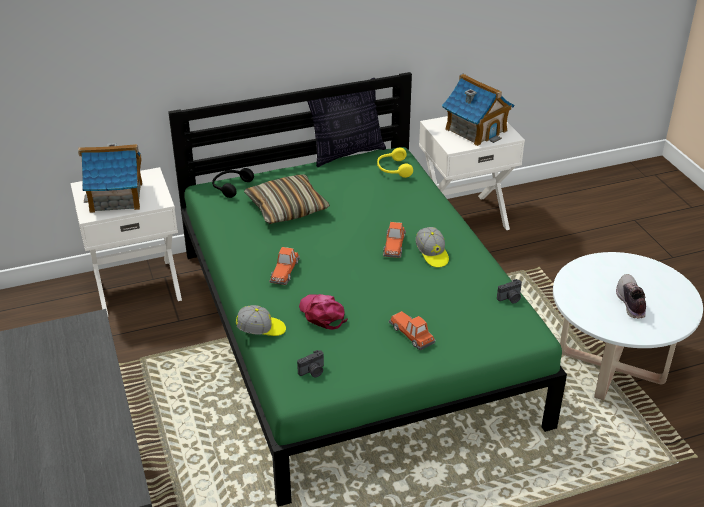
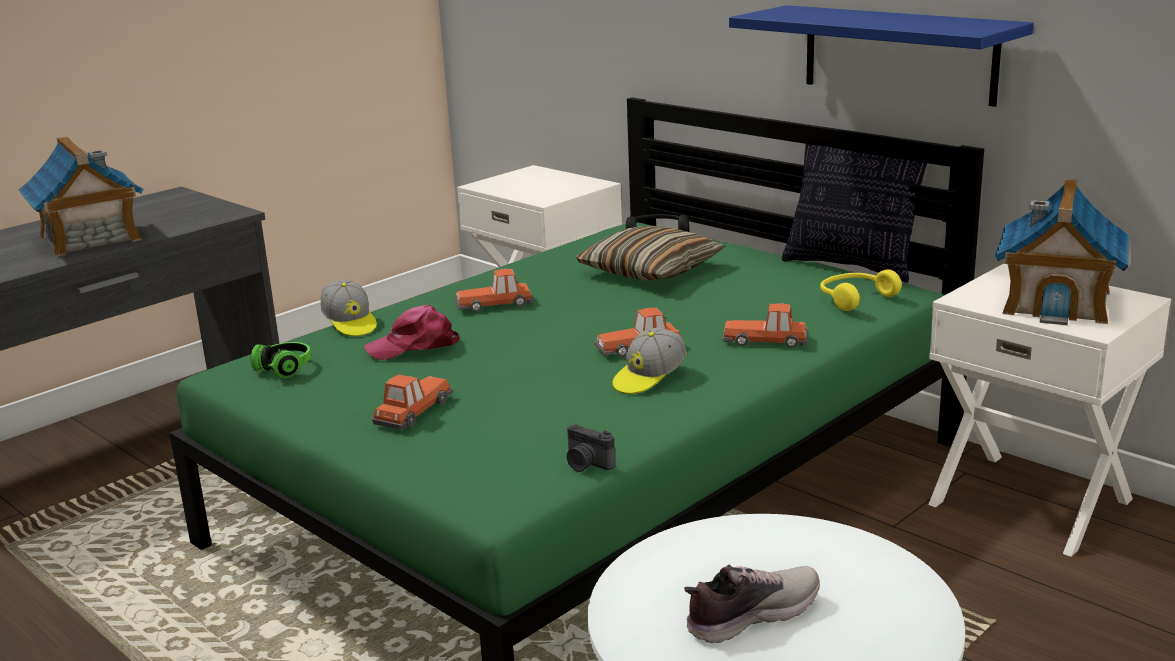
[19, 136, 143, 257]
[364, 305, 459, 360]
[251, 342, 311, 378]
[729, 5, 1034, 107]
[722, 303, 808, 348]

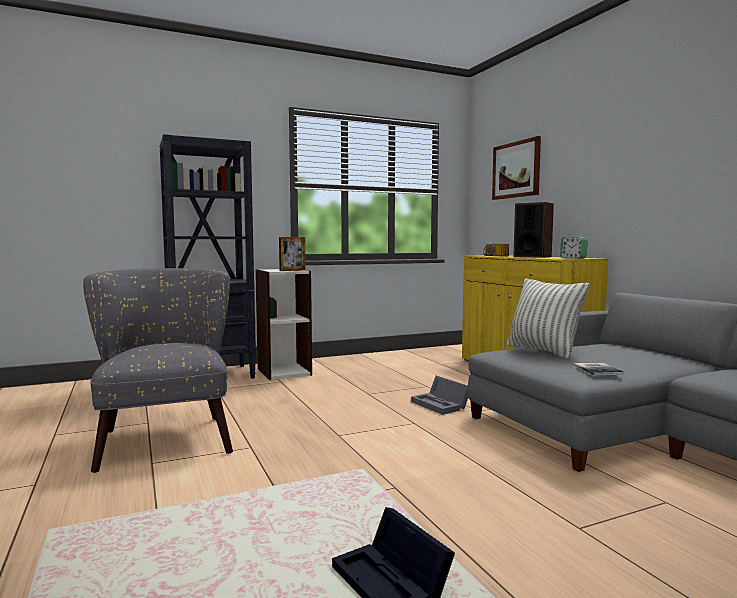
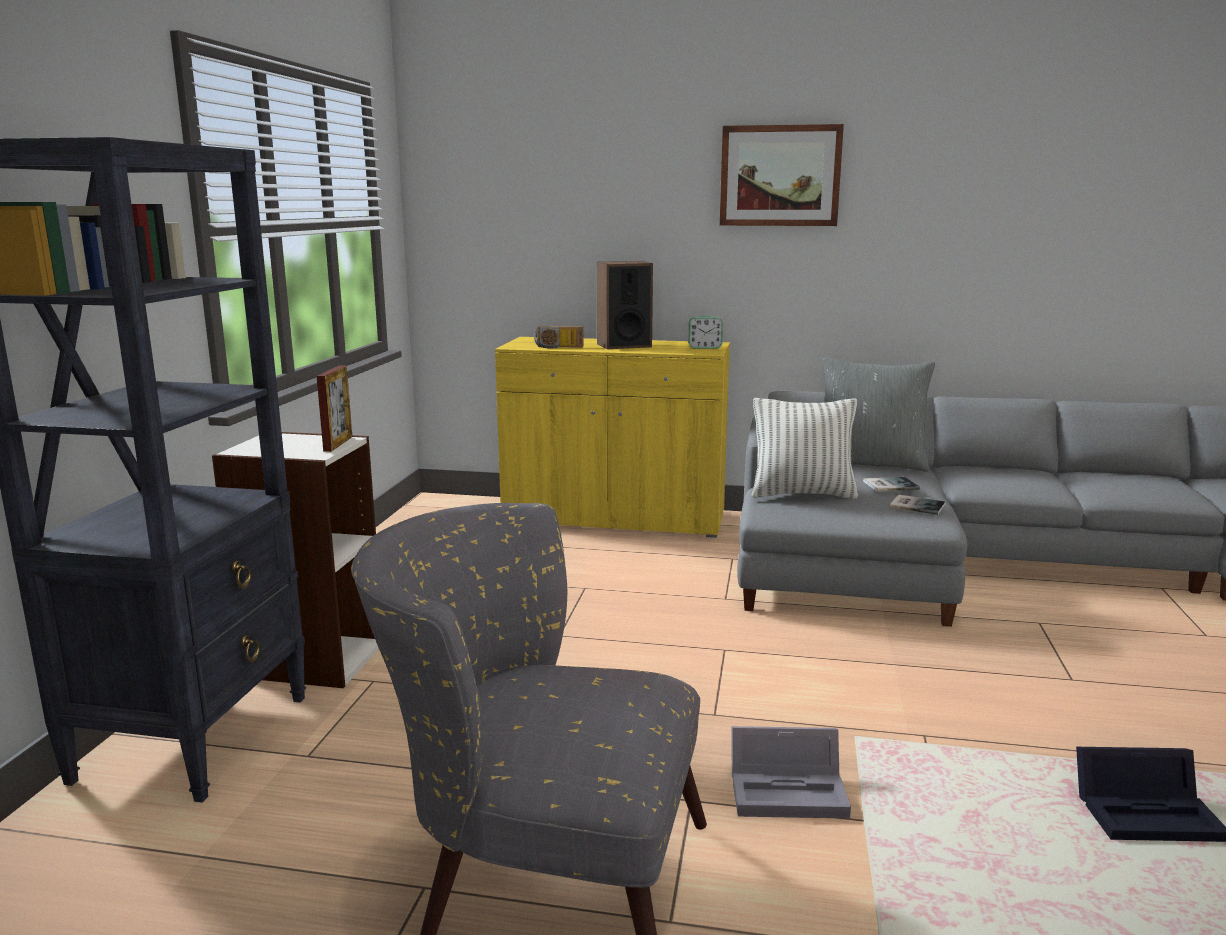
[720, 124, 844, 226]
[731, 726, 851, 819]
[823, 357, 935, 472]
[863, 477, 920, 492]

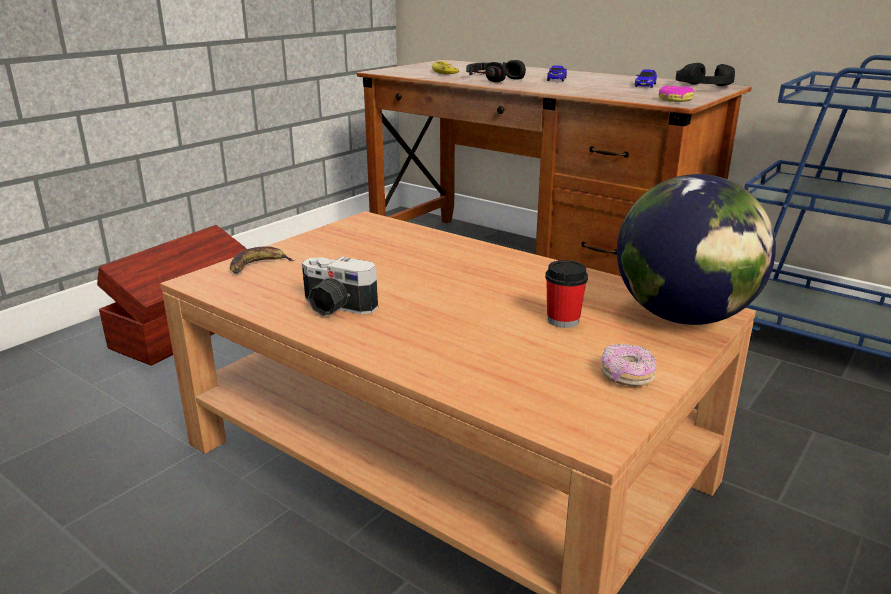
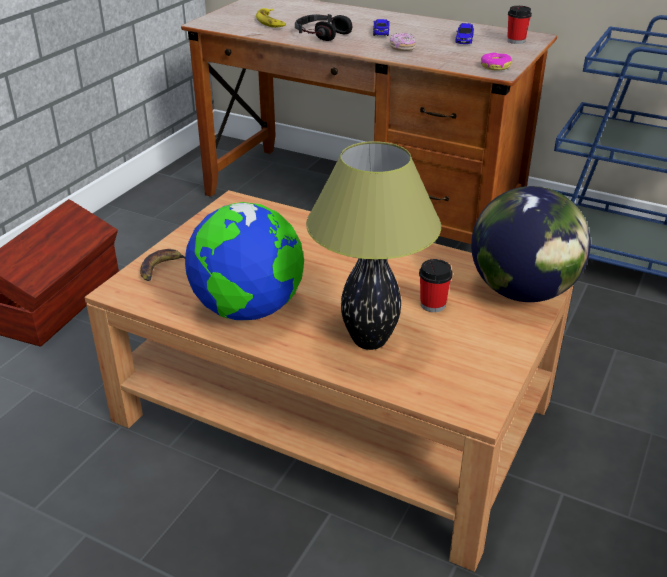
[507, 6, 532, 44]
[185, 202, 304, 320]
[390, 33, 416, 51]
[306, 141, 441, 350]

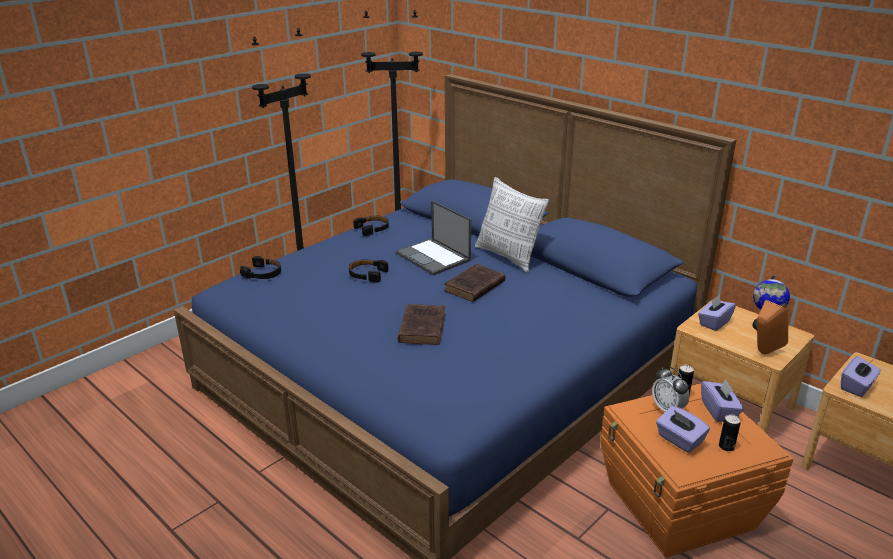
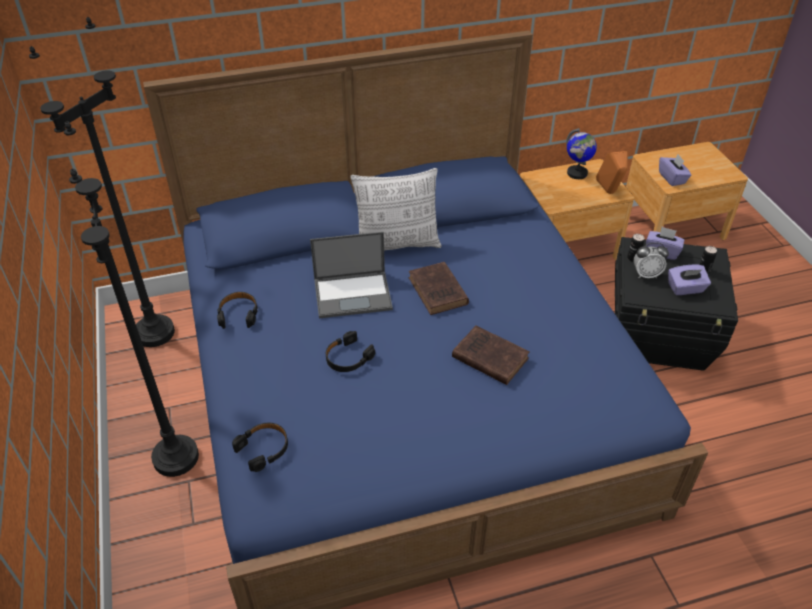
[698, 295, 736, 331] (first image)
[615, 237, 738, 371]

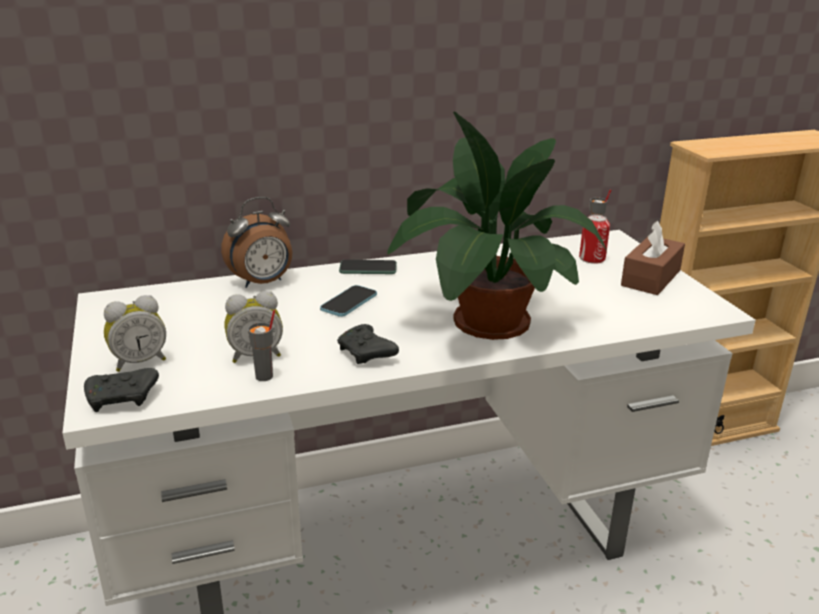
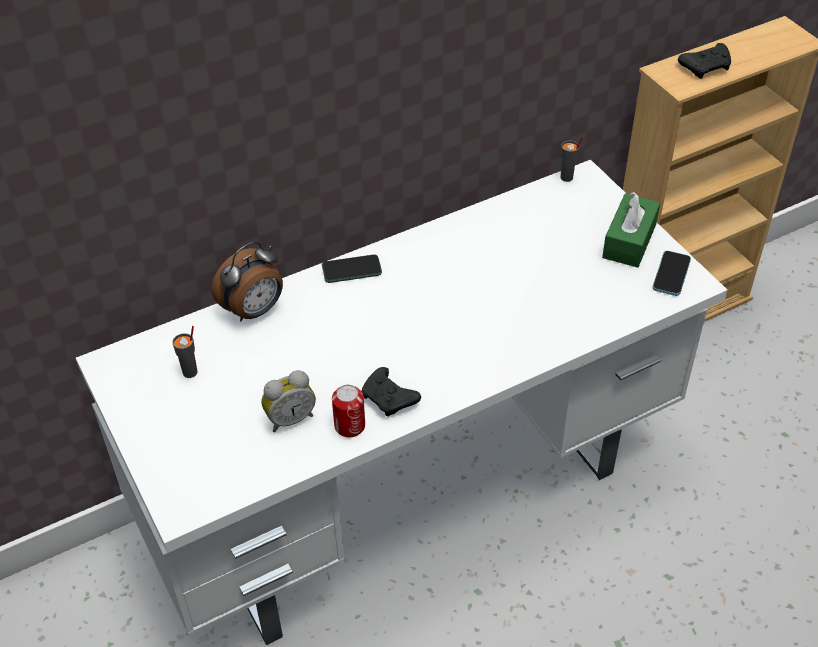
[387, 112, 607, 340] (first image)
[332, 385, 365, 437]
[602, 192, 660, 268]
[652, 251, 691, 296]
[104, 295, 166, 372] (first image)
[172, 326, 197, 378]
[678, 43, 731, 79]

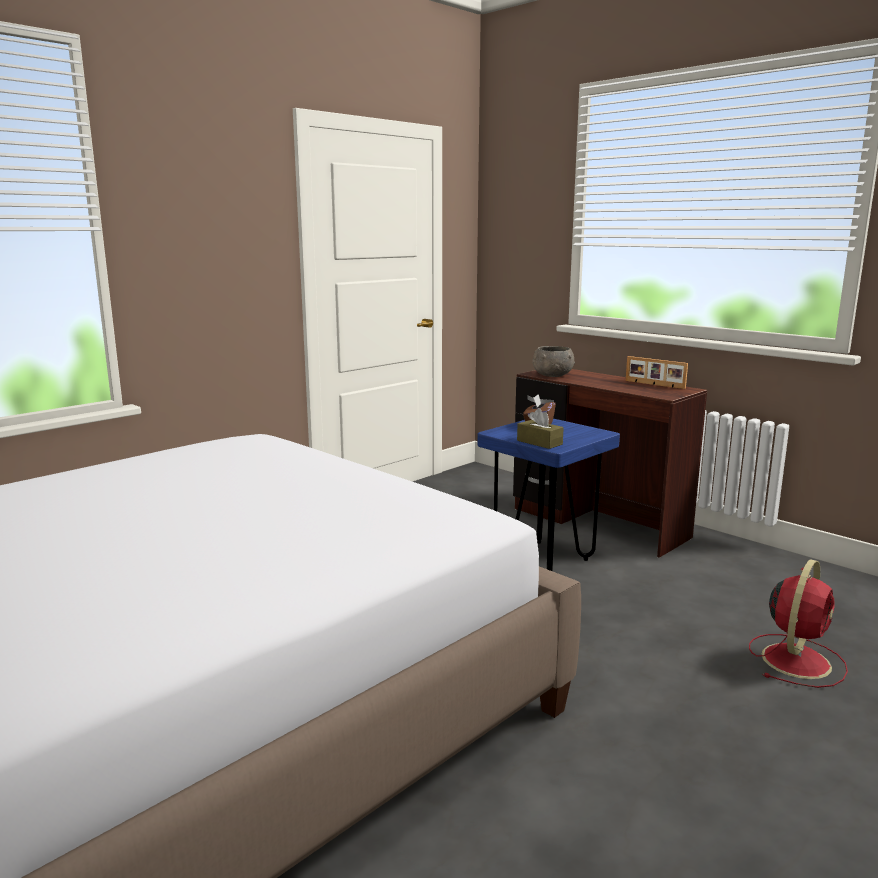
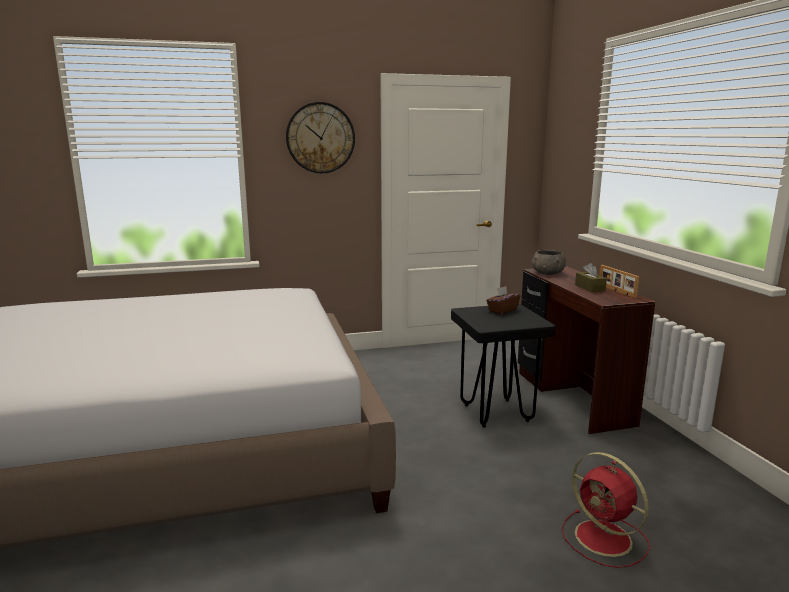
[575, 263, 607, 292]
[451, 304, 555, 428]
[561, 452, 650, 568]
[286, 102, 355, 173]

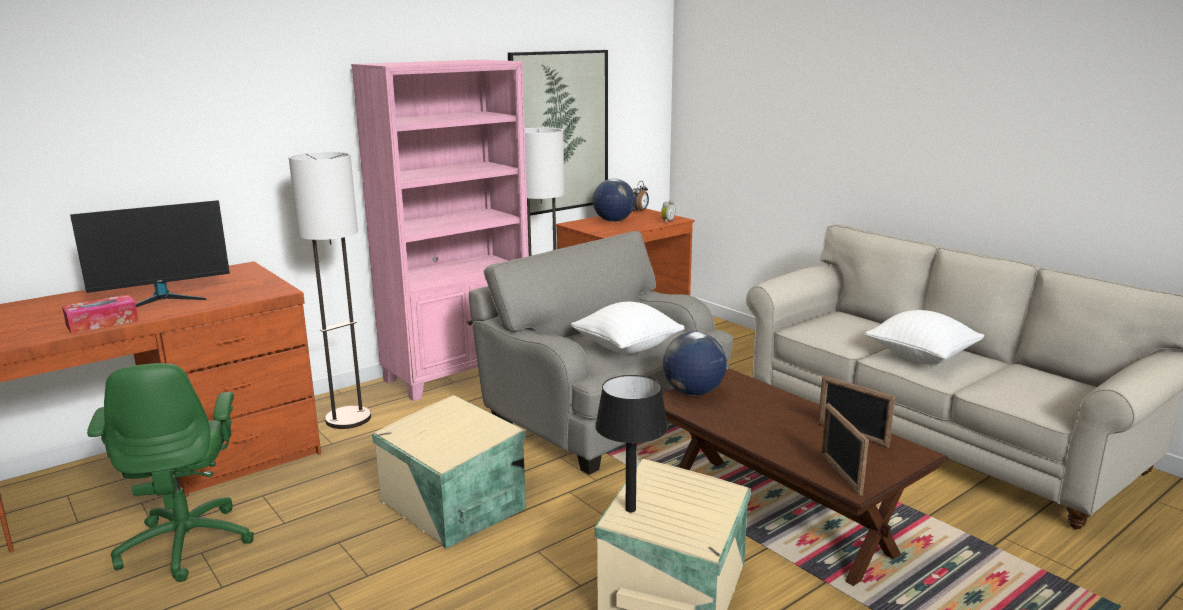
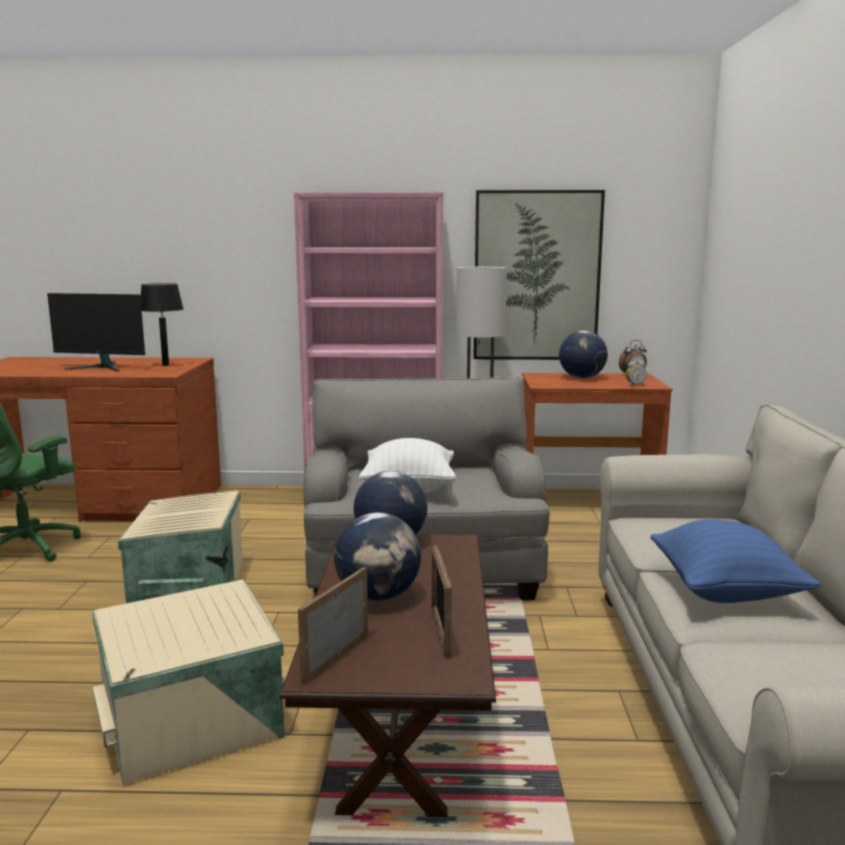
[289, 151, 371, 429] (first image)
[62, 294, 139, 334] (first image)
[650, 519, 821, 603]
[140, 283, 184, 366]
[334, 512, 421, 601]

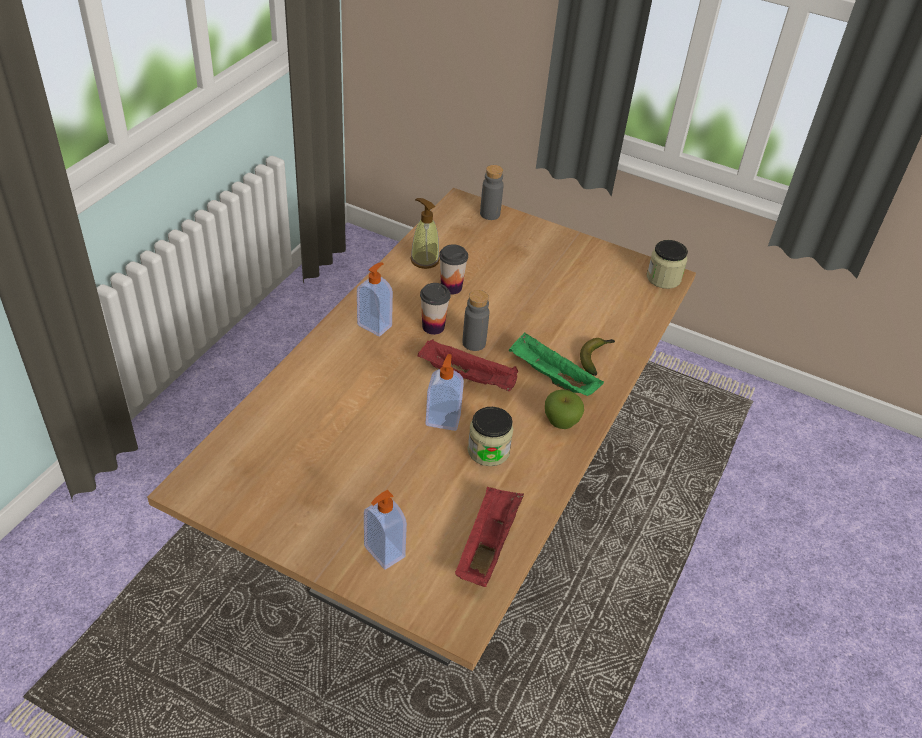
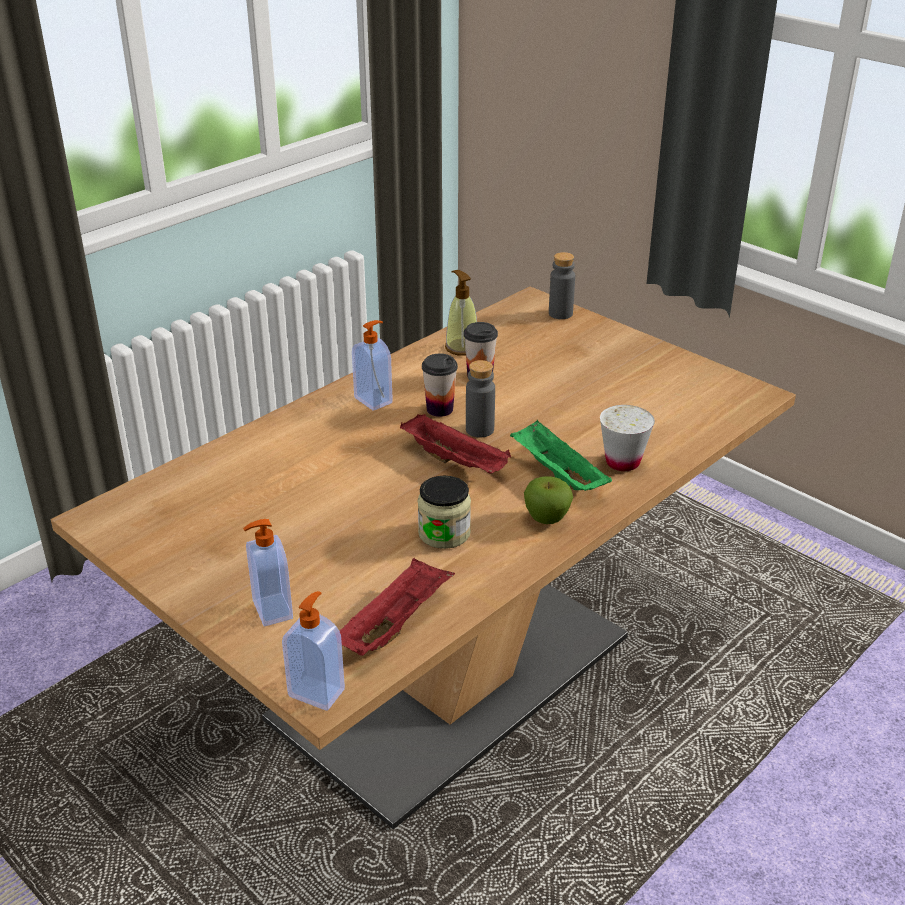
[647, 240, 688, 289] (first image)
[600, 405, 655, 471]
[282, 591, 345, 710]

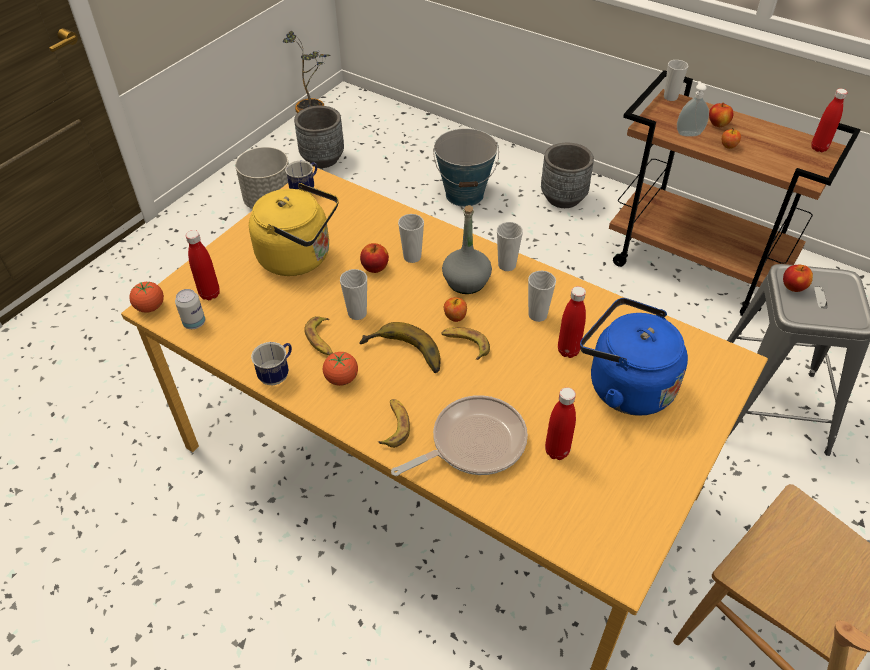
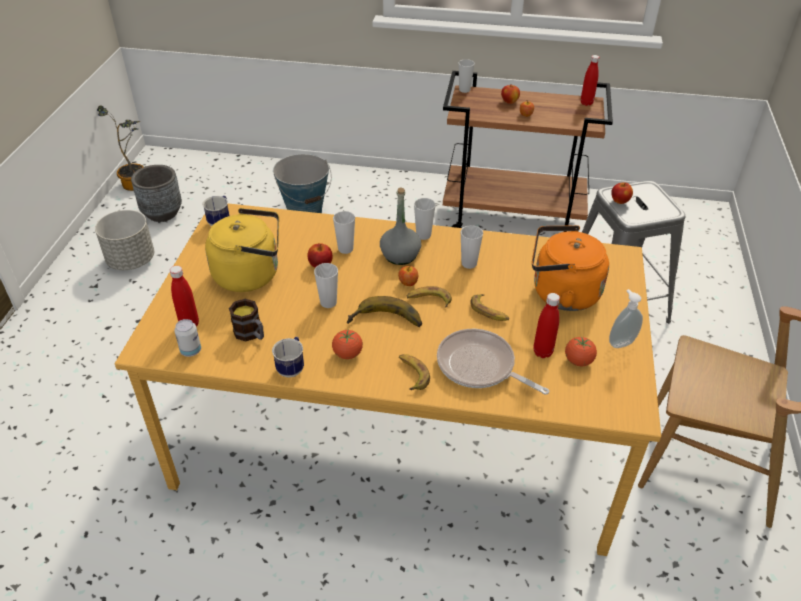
[609, 289, 643, 348]
[541, 143, 594, 208] (first image)
[565, 337, 597, 366]
[558, 286, 586, 358] (first image)
[532, 225, 609, 311]
[470, 294, 509, 321]
[437, 329, 549, 395]
[229, 299, 264, 341]

